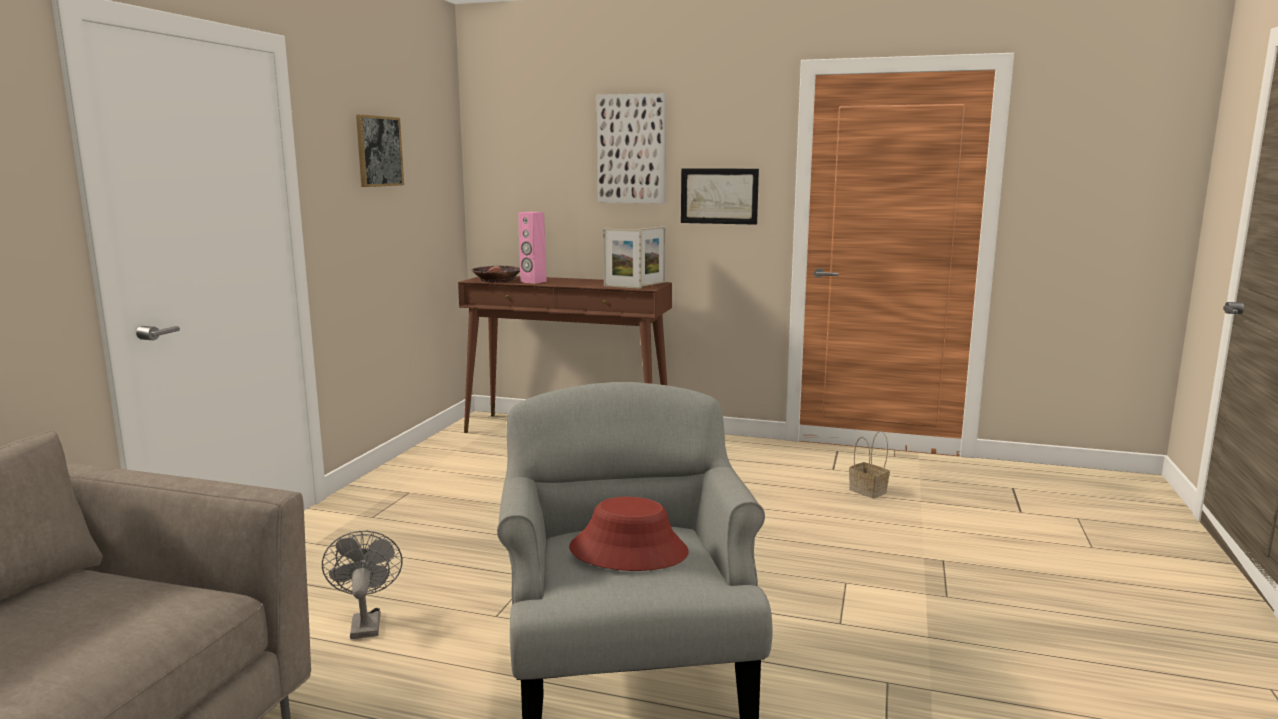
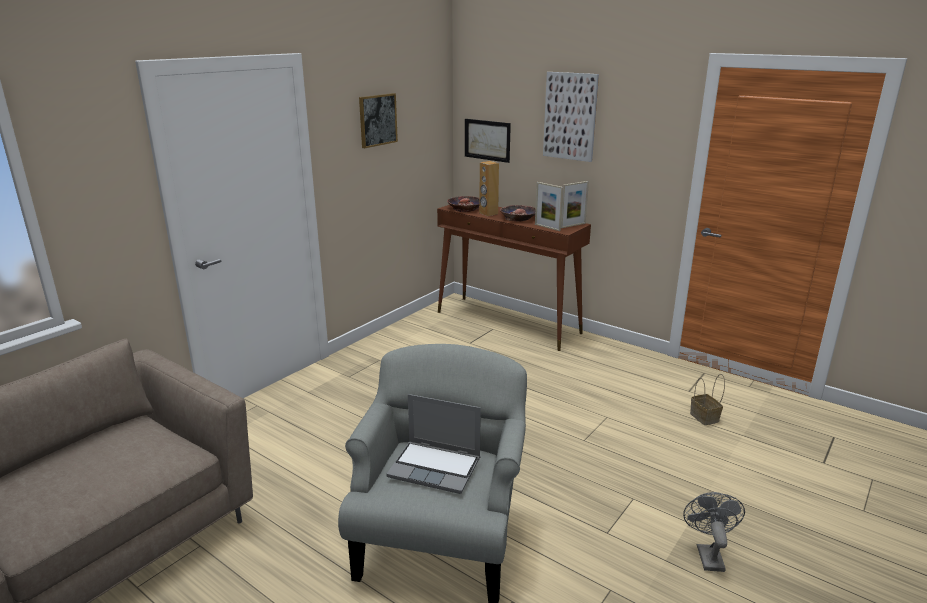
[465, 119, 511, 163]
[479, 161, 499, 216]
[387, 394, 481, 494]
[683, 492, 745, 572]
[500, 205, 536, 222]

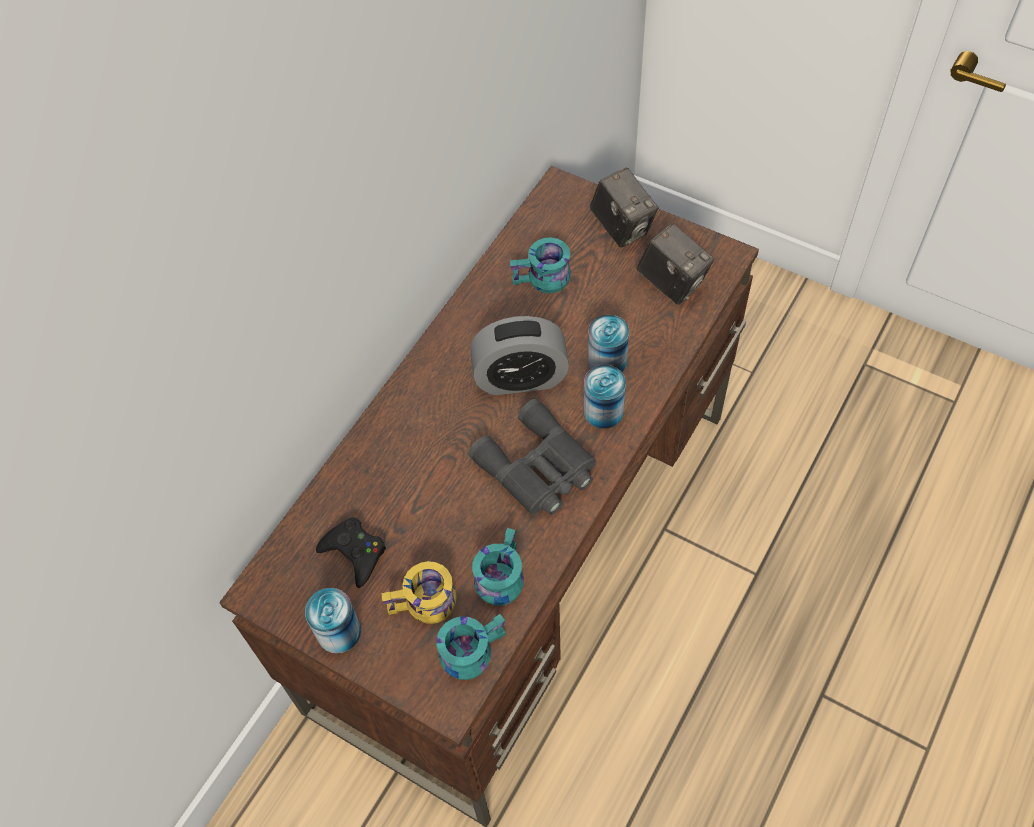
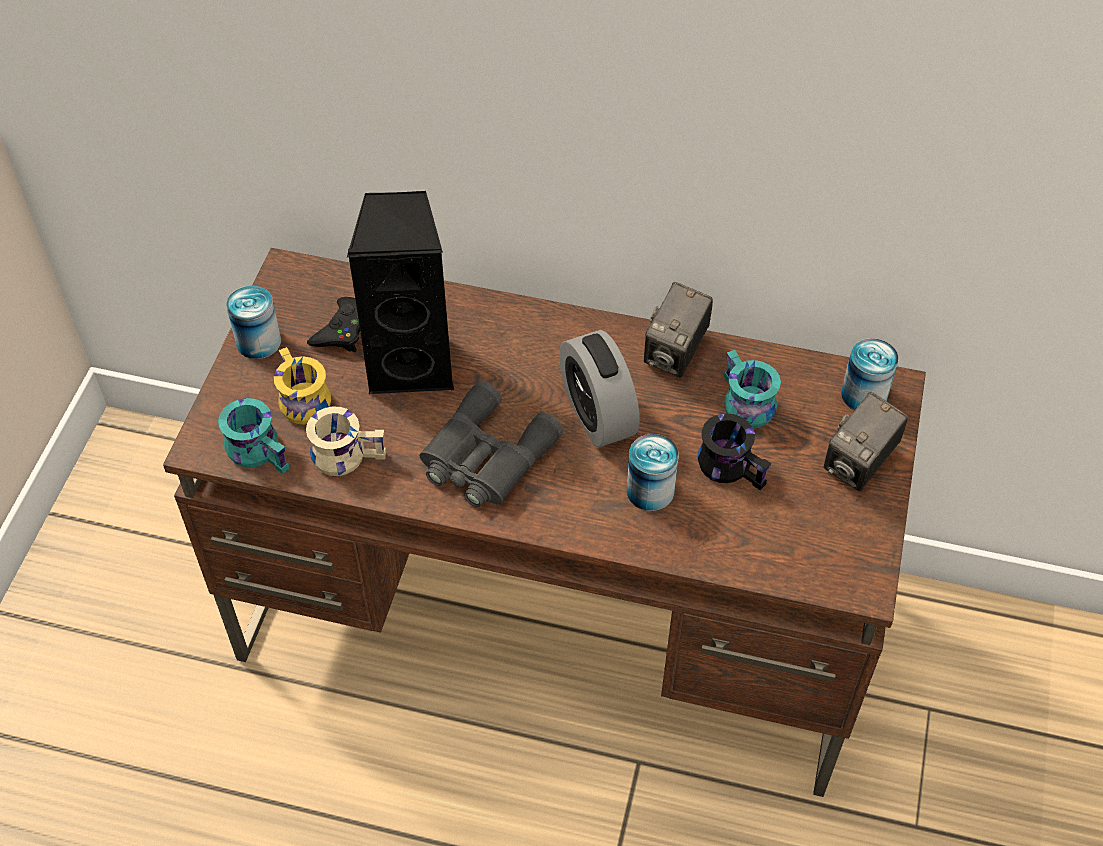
[644, 282, 713, 378]
[841, 338, 898, 411]
[306, 406, 386, 476]
[347, 191, 454, 394]
[698, 413, 771, 490]

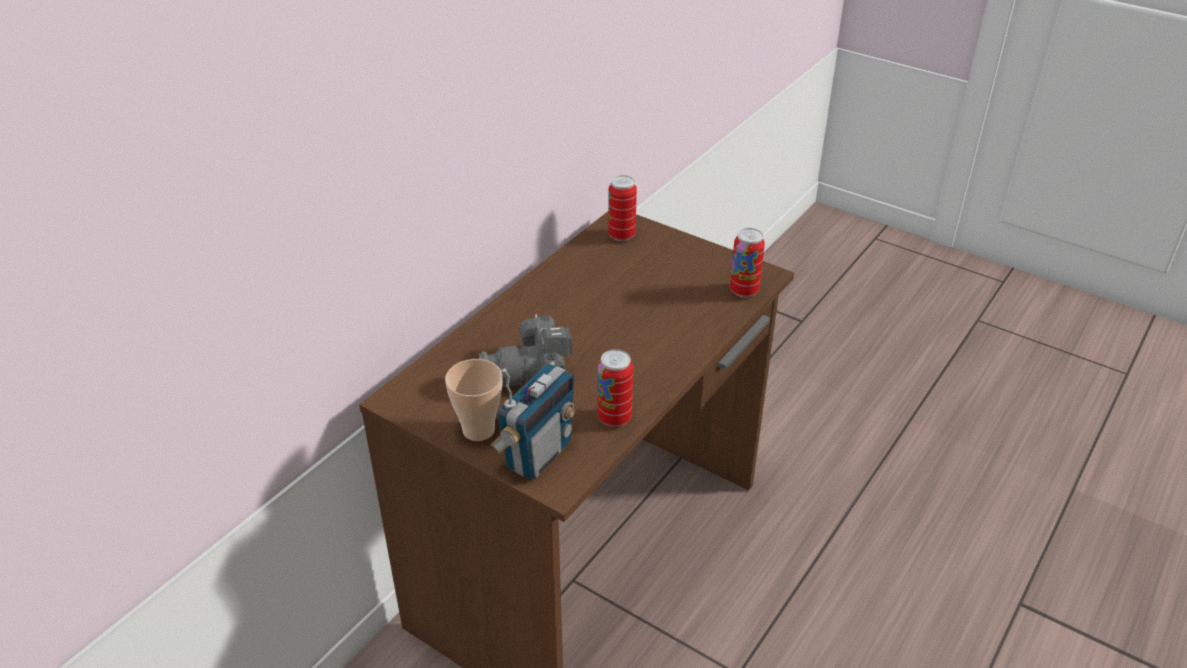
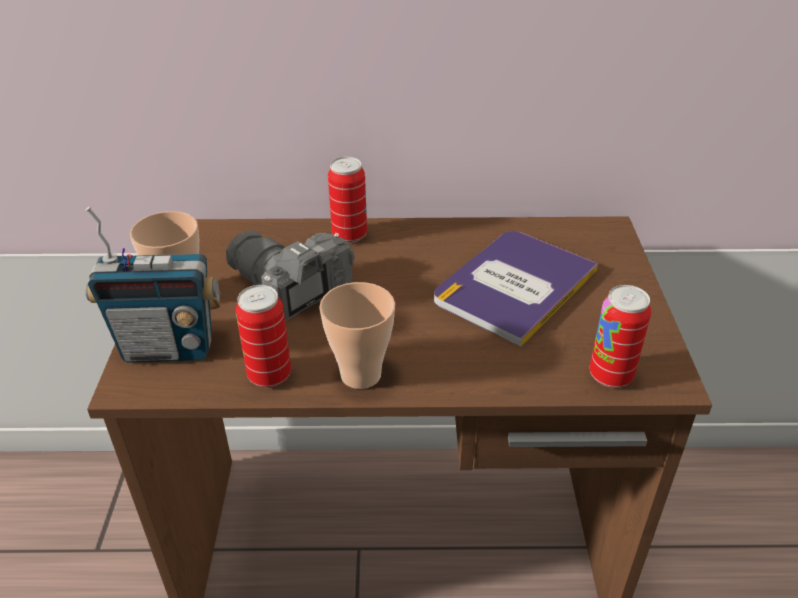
[328, 157, 367, 243]
[434, 231, 598, 347]
[319, 282, 395, 389]

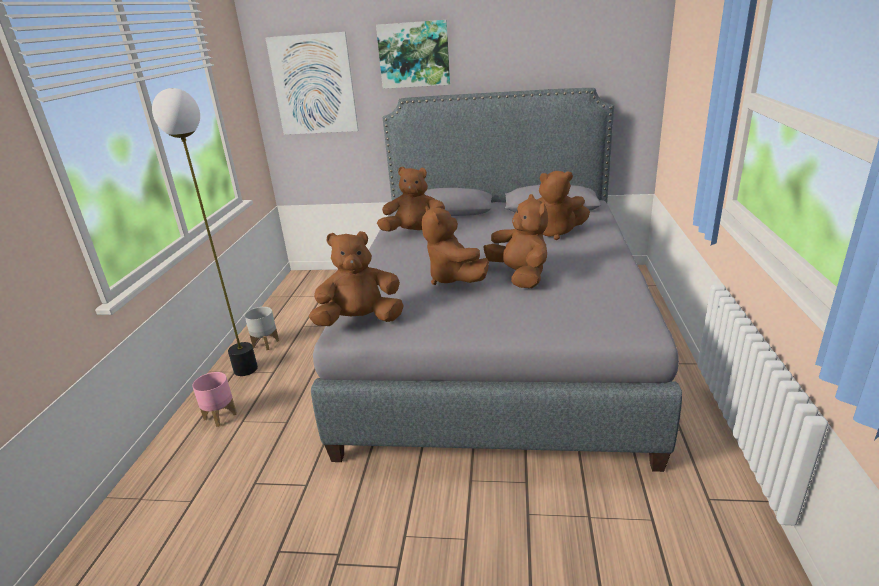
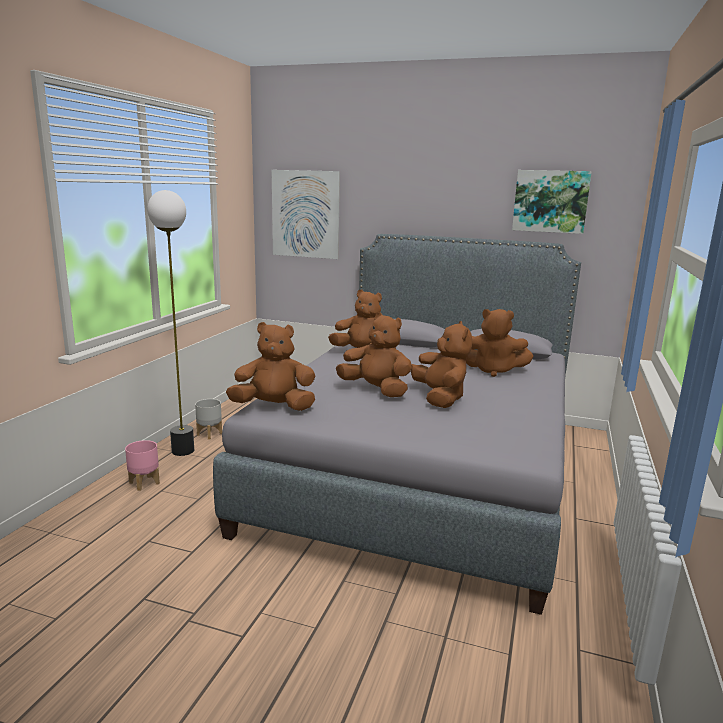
[512, 170, 592, 234]
[336, 312, 412, 397]

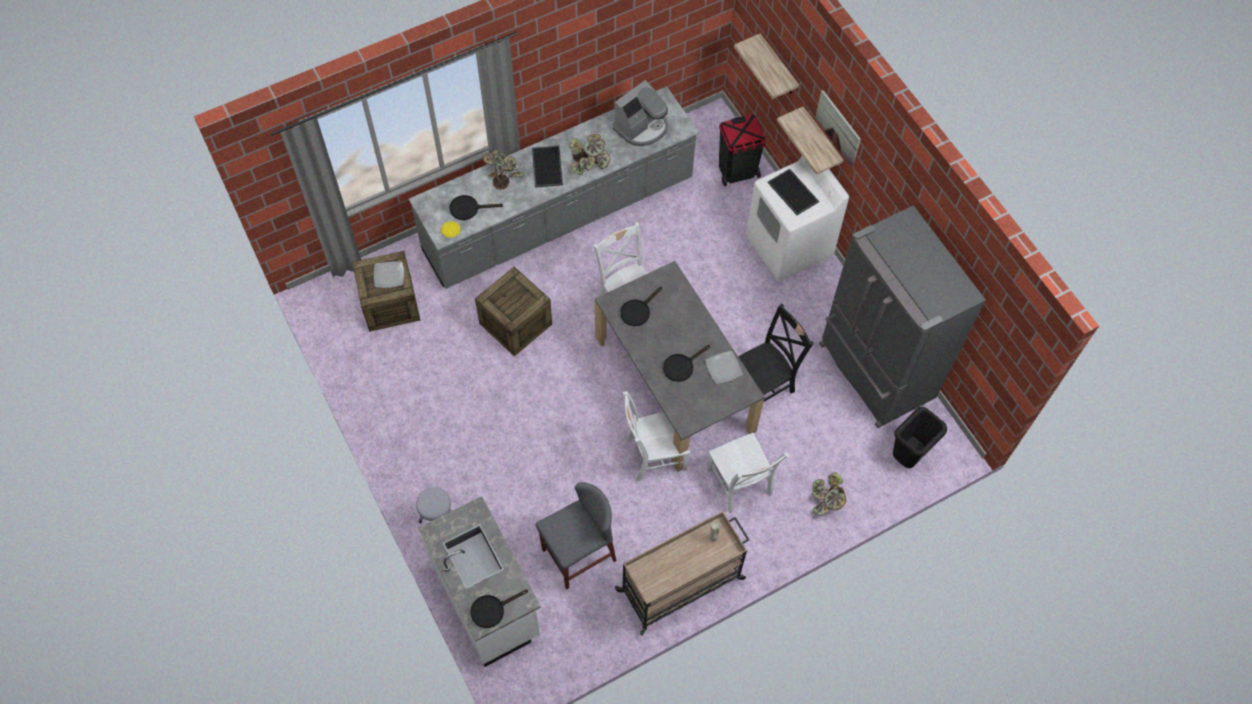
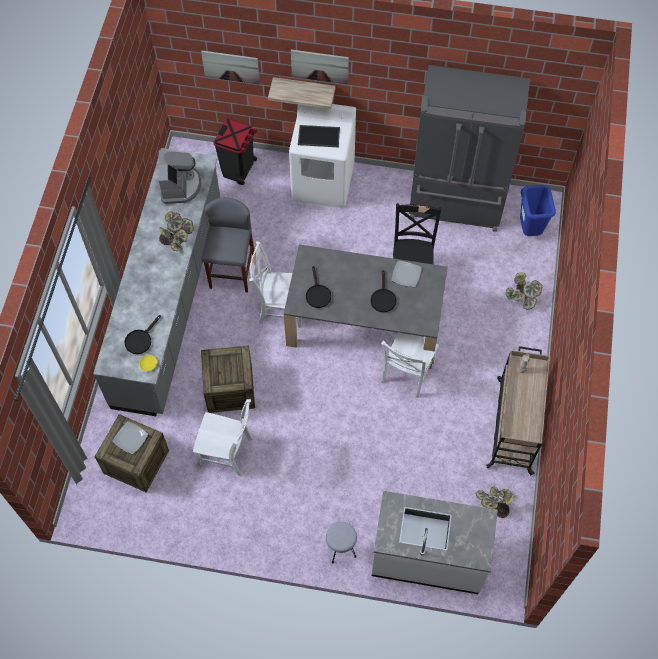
[201, 51, 260, 84]
[532, 146, 563, 187] (first image)
[475, 486, 516, 518]
[520, 185, 556, 236]
[193, 399, 253, 477]
[202, 197, 254, 293]
[471, 590, 528, 628] (first image)

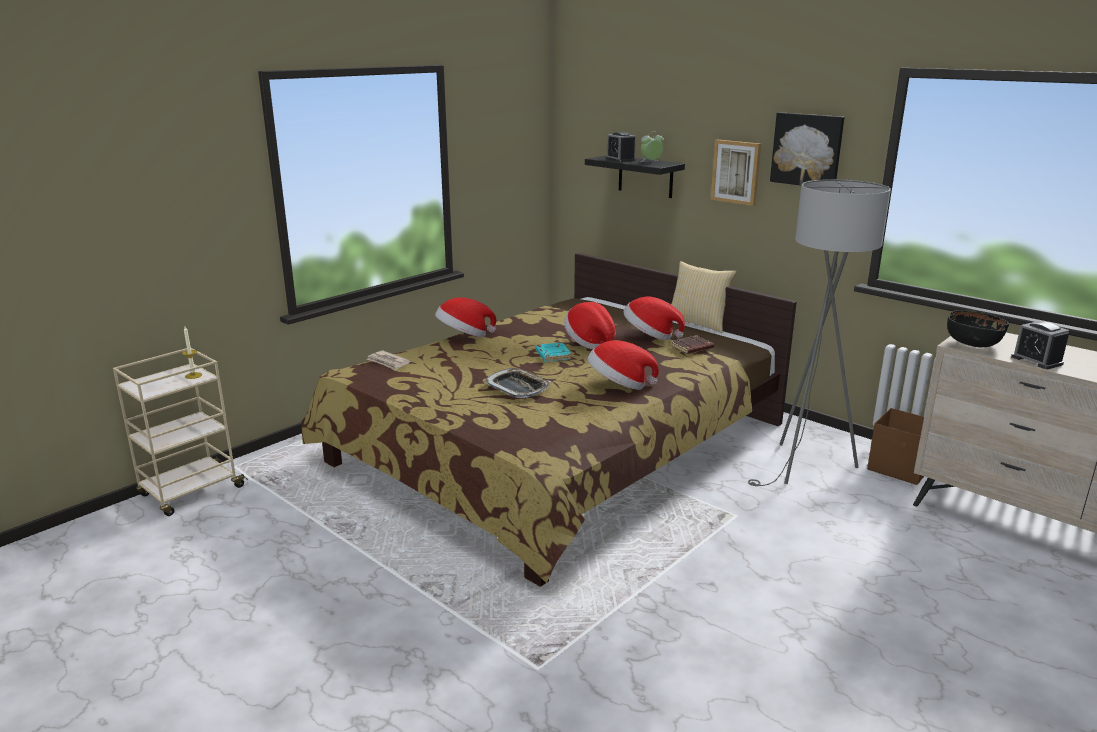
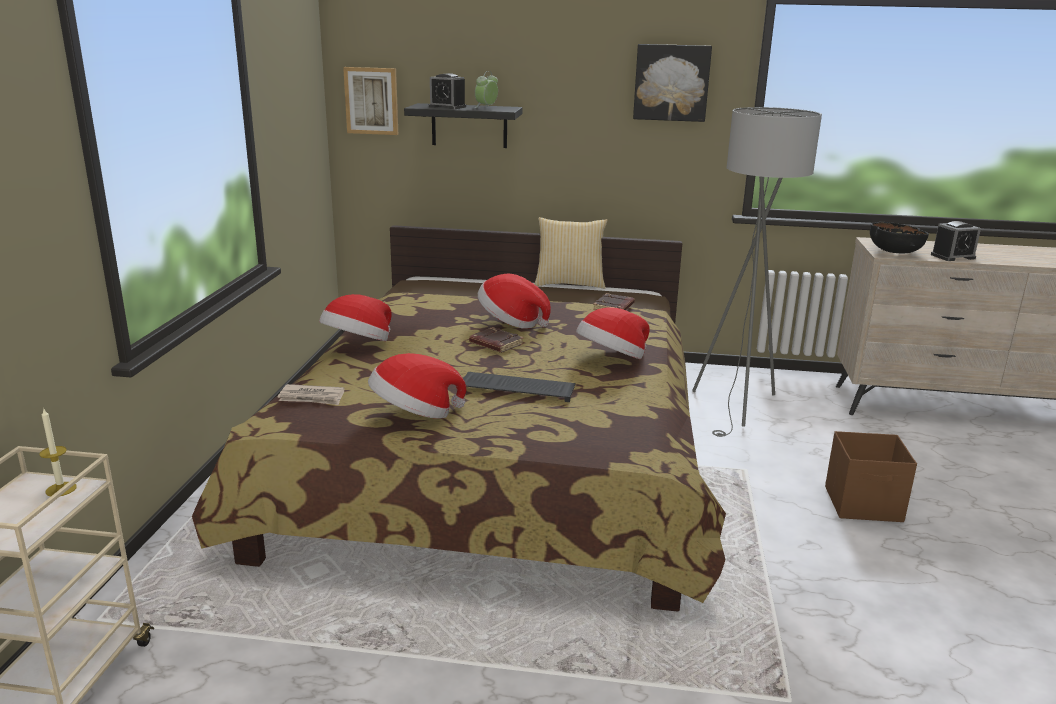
[343, 67, 398, 135]
[368, 353, 466, 419]
[931, 221, 981, 261]
[469, 327, 524, 353]
[463, 372, 576, 402]
[825, 431, 917, 522]

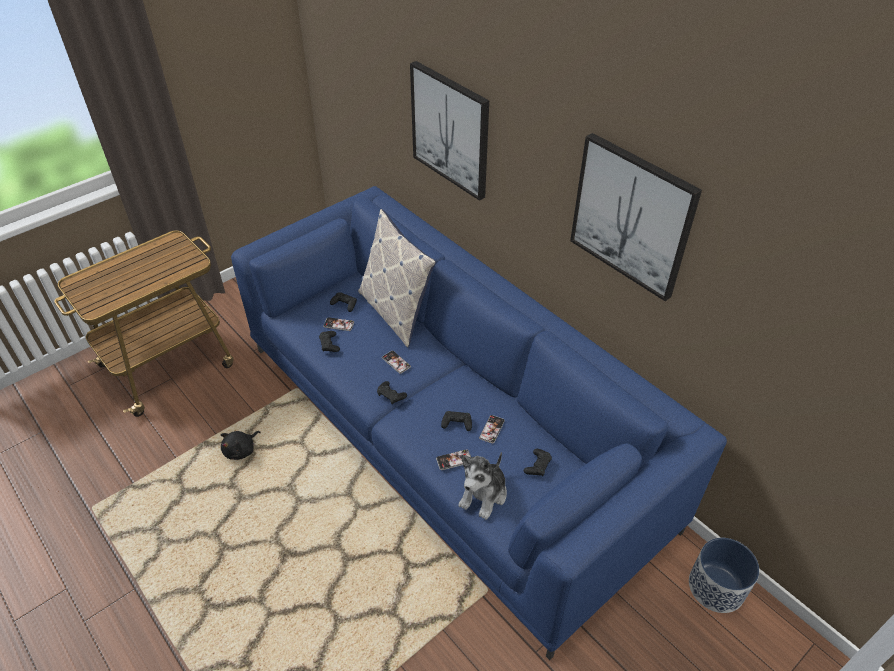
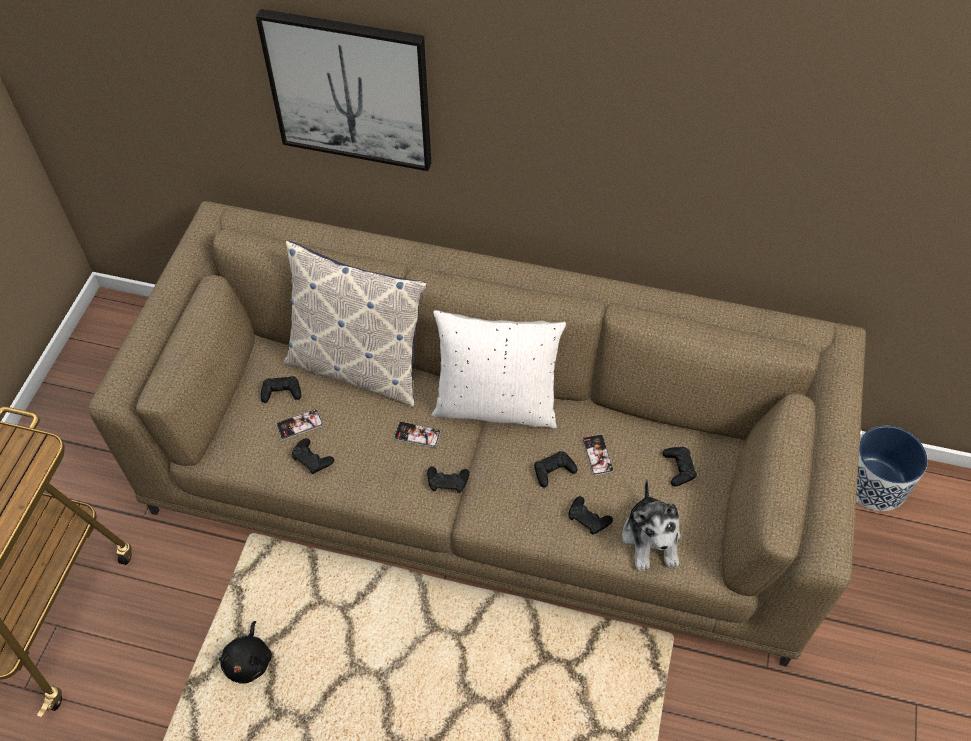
[570, 133, 702, 301] (first image)
[89, 201, 866, 666]
[569, 496, 613, 535]
[432, 310, 566, 428]

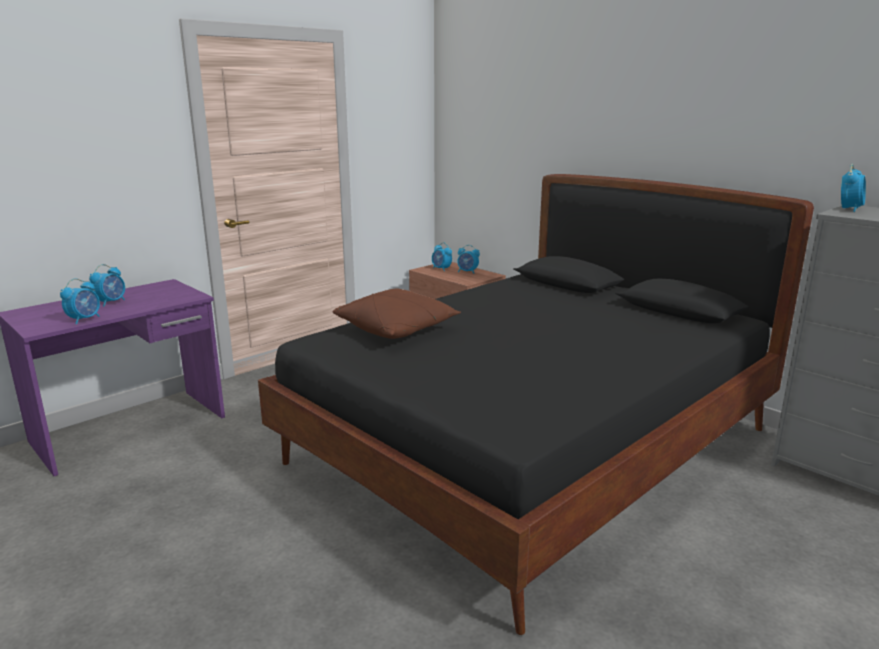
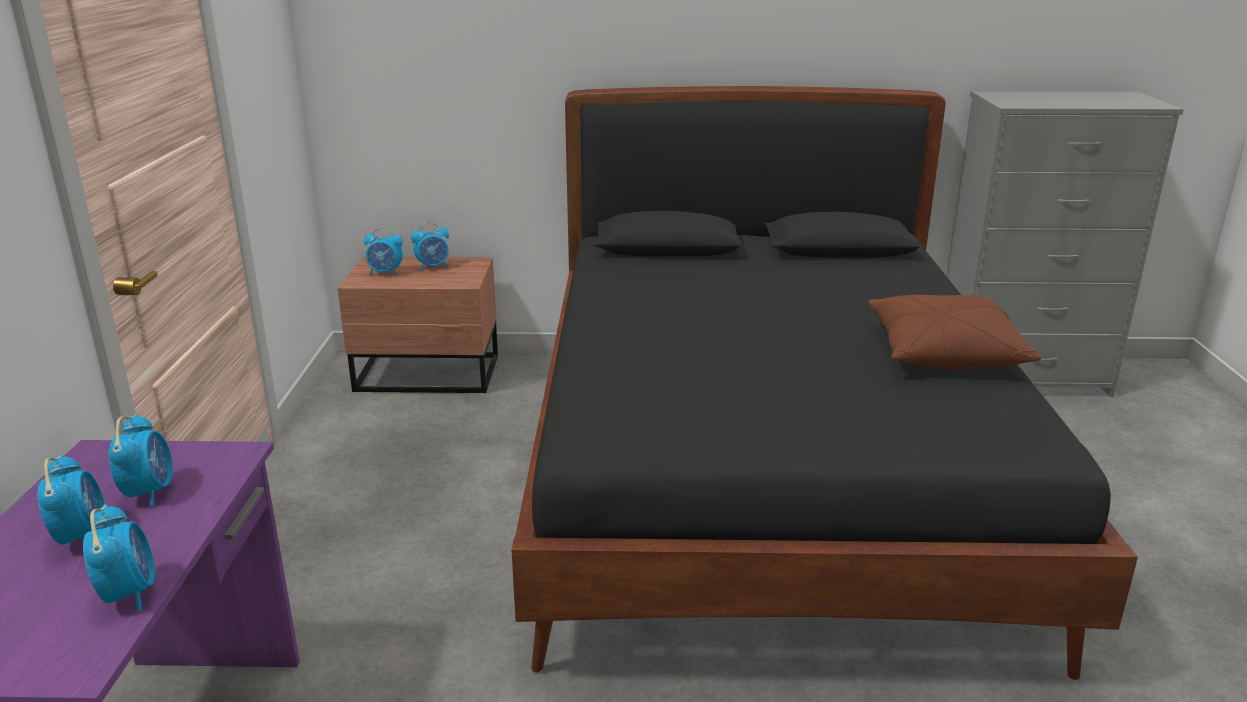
[108, 414, 173, 507]
[868, 295, 1041, 370]

